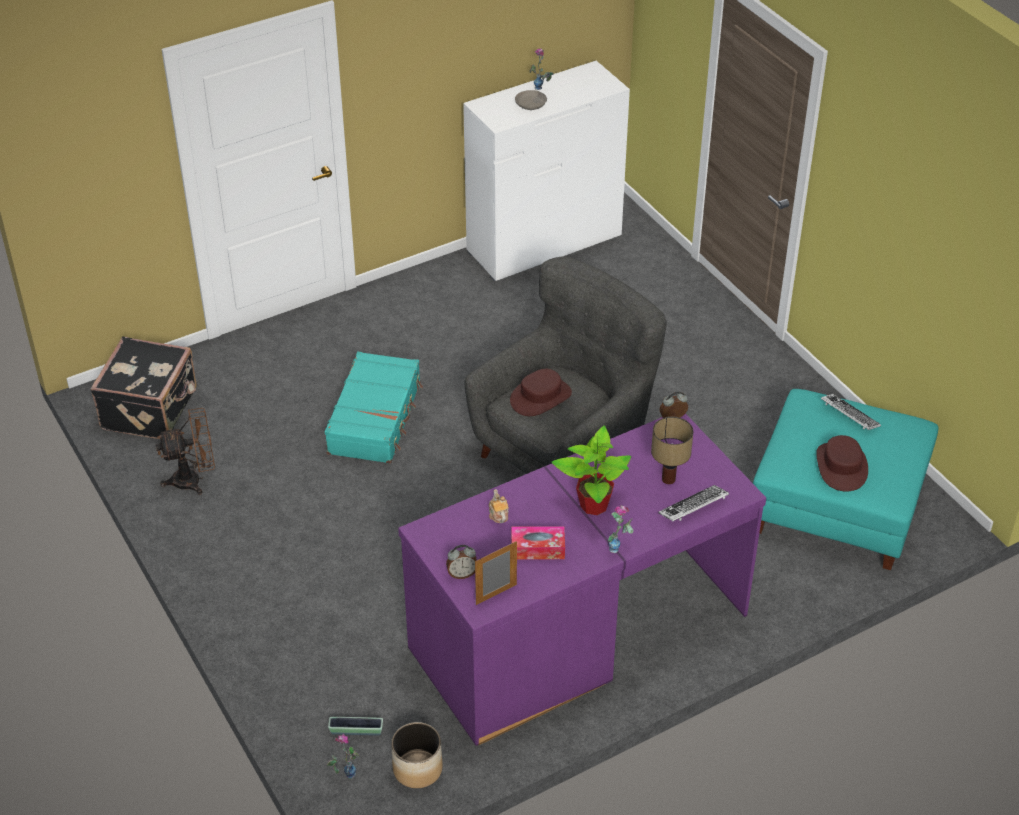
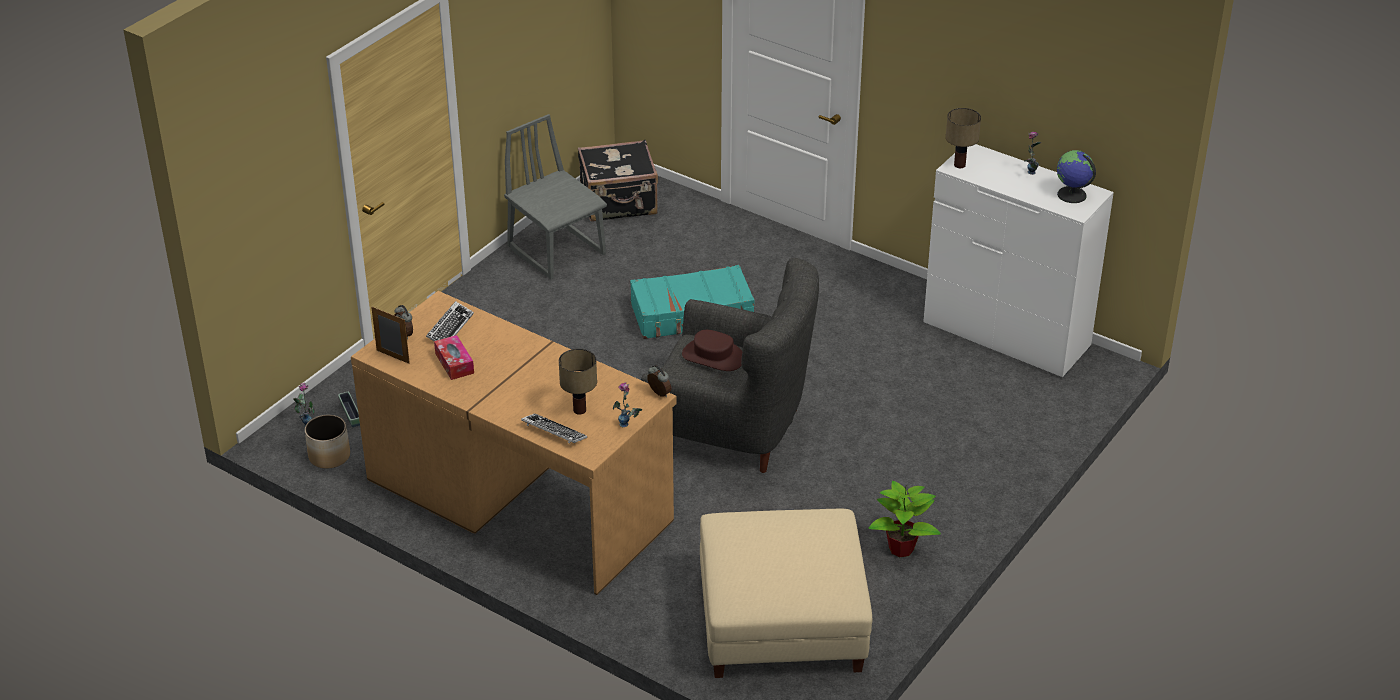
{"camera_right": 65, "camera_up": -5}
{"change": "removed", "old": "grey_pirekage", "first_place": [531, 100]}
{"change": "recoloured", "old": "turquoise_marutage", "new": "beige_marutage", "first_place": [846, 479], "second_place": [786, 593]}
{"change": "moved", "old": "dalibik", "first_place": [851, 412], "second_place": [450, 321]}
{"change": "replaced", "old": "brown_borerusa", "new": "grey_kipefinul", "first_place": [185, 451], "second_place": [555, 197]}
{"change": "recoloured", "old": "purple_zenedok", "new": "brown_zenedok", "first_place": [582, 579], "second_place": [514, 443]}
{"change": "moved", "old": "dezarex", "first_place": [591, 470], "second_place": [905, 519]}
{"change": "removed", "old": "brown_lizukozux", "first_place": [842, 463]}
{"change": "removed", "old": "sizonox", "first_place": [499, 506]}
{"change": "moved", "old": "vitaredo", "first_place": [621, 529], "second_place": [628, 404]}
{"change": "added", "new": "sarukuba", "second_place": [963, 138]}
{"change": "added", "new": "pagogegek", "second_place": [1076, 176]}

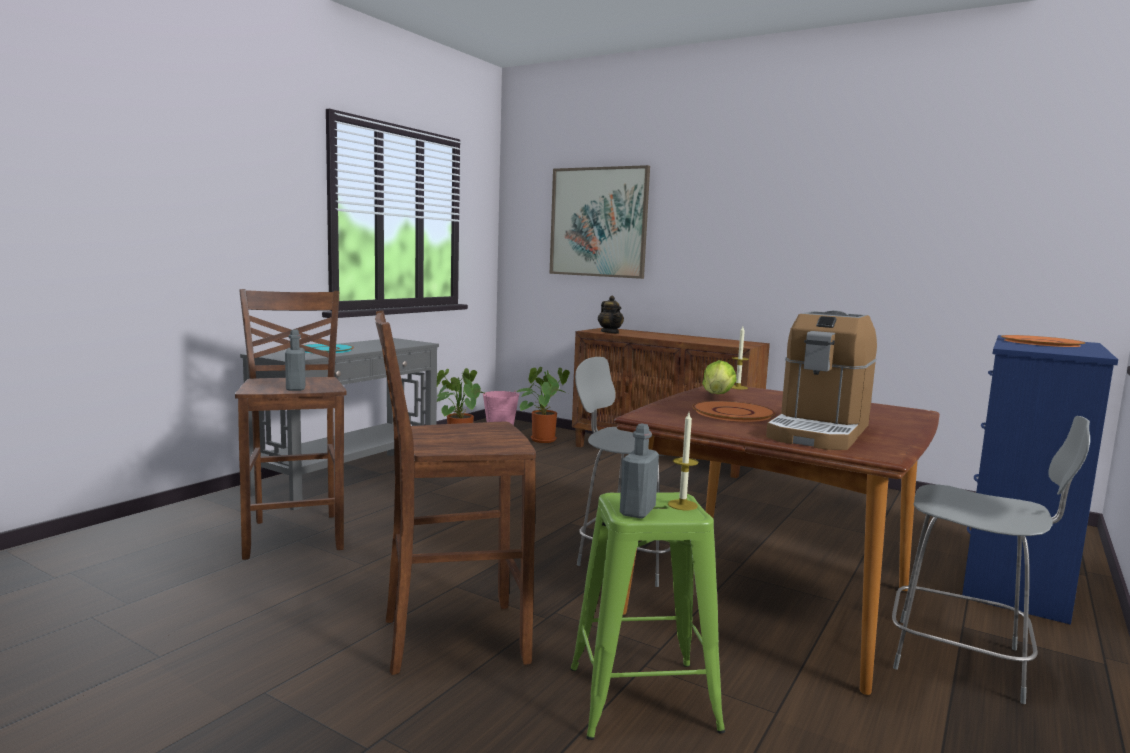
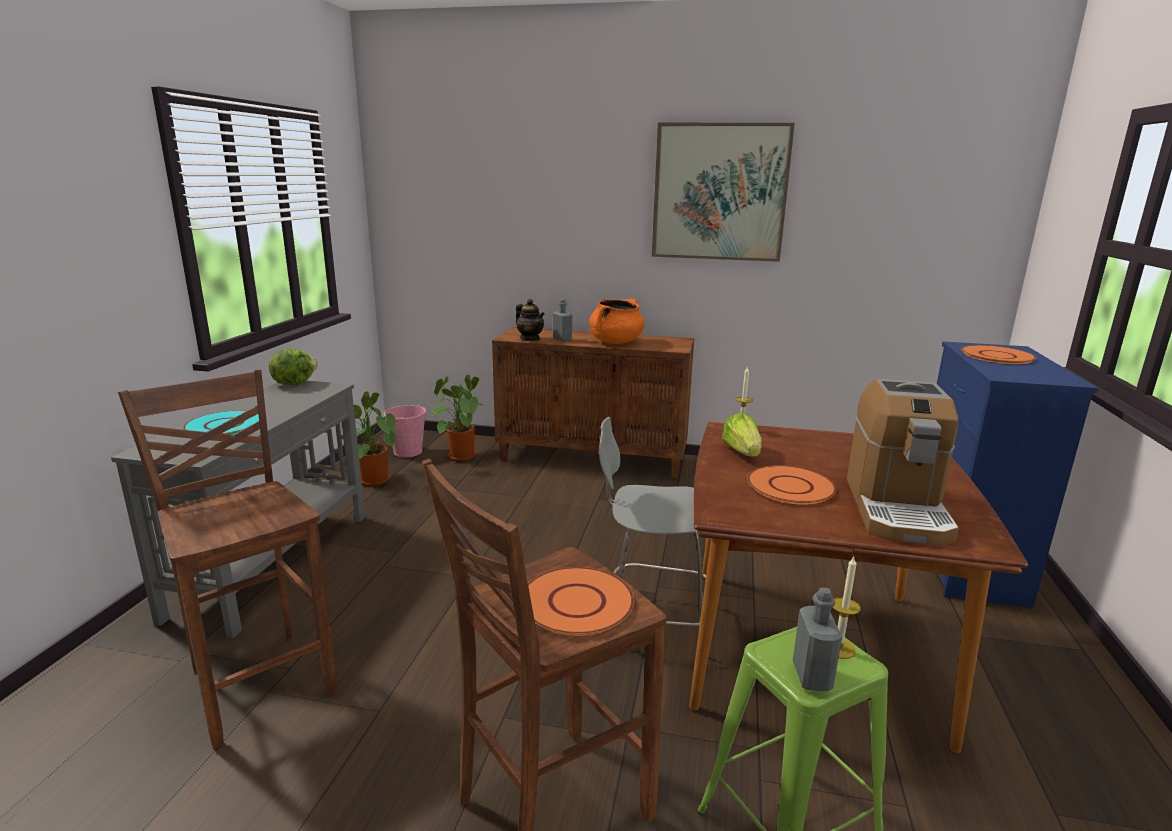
{"camera_right": -20, "camera_up": 10}
{"change": "moved", "old": "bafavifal", "first_place": [600, 222], "second_place": [723, 192]}
{"change": "moved", "old": "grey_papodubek", "first_place": [295, 360], "second_place": [562, 320]}
{"change": "removed", "old": "grey_kipefinul", "first_place": [991, 560]}
{"change": "added", "new": "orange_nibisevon", "second_place": [616, 321]}
{"change": "added", "new": "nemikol", "second_place": [293, 367]}
{"change": "added", "new": "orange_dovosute", "second_place": [581, 601]}

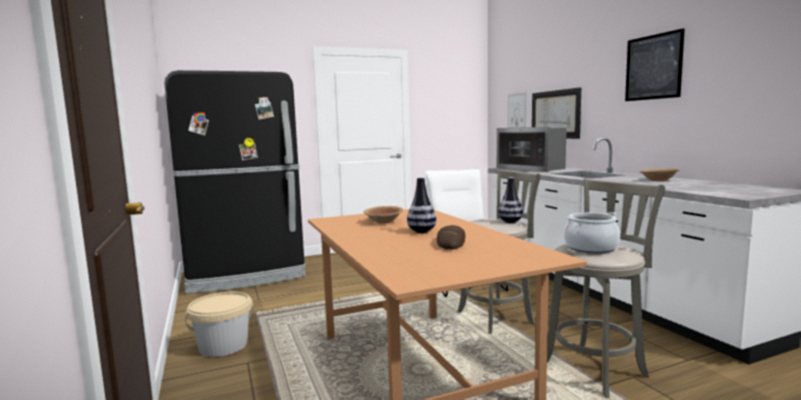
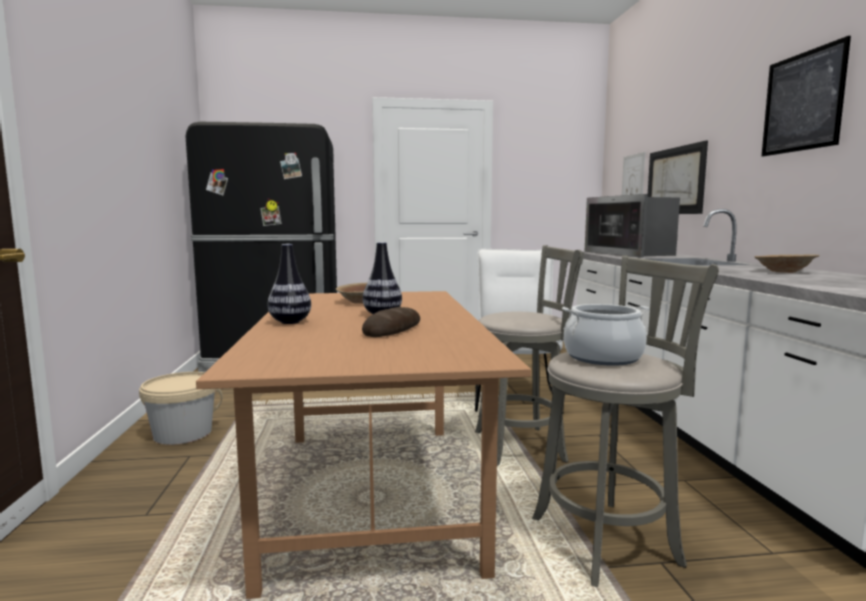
{"camera_right": 15, "camera_up": 0}
{"change": "moved", "old": "vitaredo", "first_place": [510, 200], "second_place": [289, 284]}

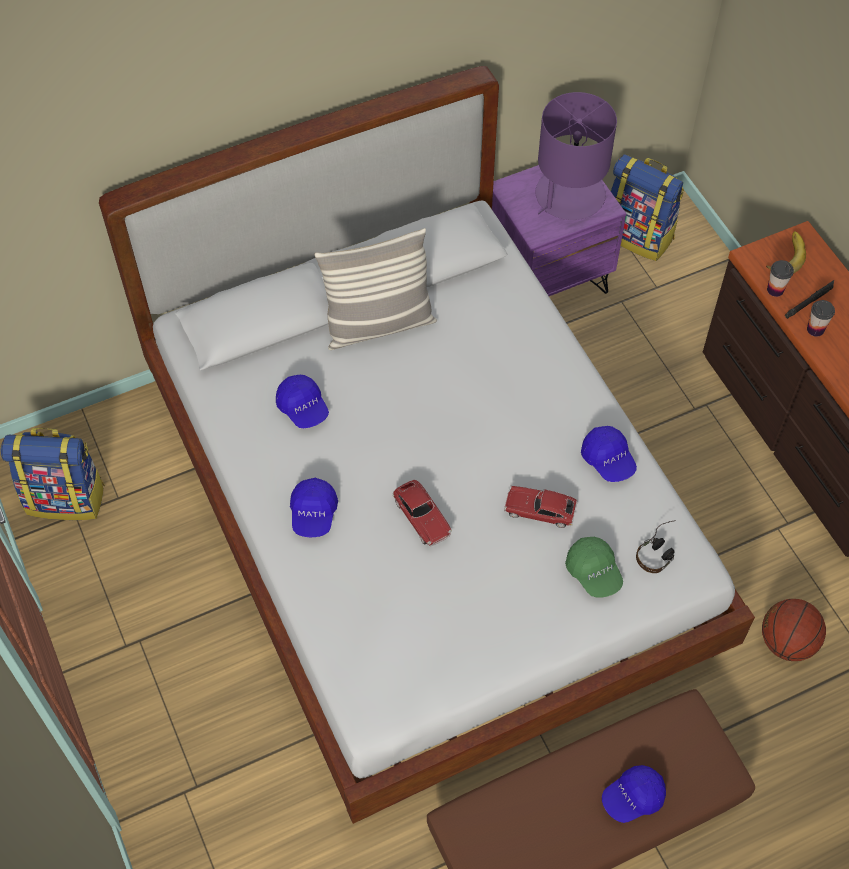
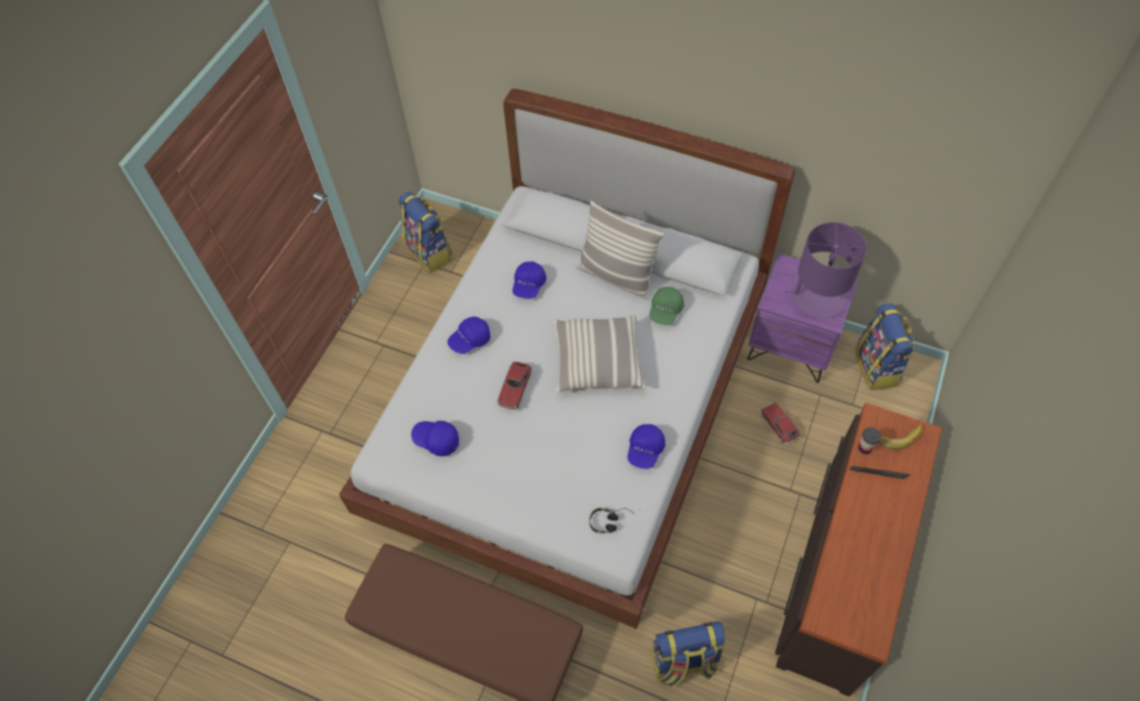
{"camera_right": 50, "camera_up": 0}
{"change": "removed", "old": "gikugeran", "first_place": [821, 318]}
{"change": "moved", "old": "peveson", "first_place": [541, 507], "second_place": [780, 423]}
{"change": "moved", "old": "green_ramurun", "first_place": [594, 567], "second_place": [666, 306]}
{"change": "replaced", "old": "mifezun", "new": "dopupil", "first_place": [794, 630], "second_place": [688, 654]}
{"change": "moved", "old": "blue_ramurun", "first_place": [634, 794], "second_place": [435, 438]}
{"change": "added", "new": "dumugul", "second_place": [599, 353]}

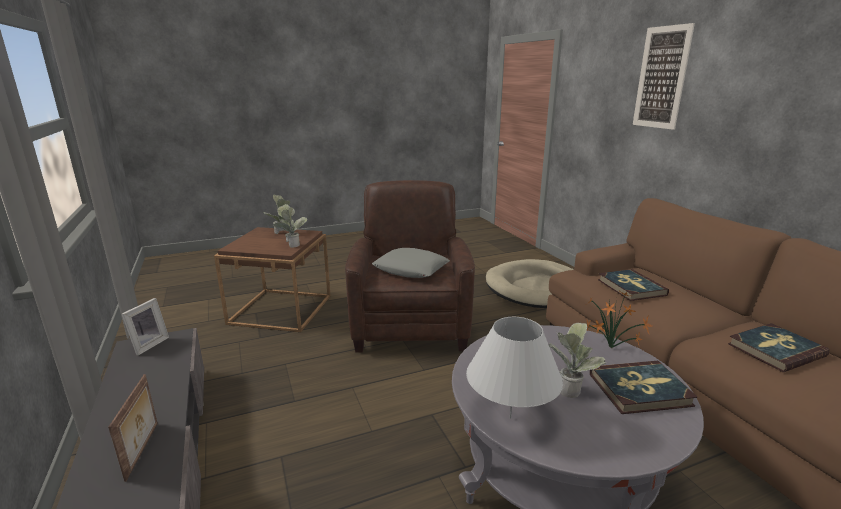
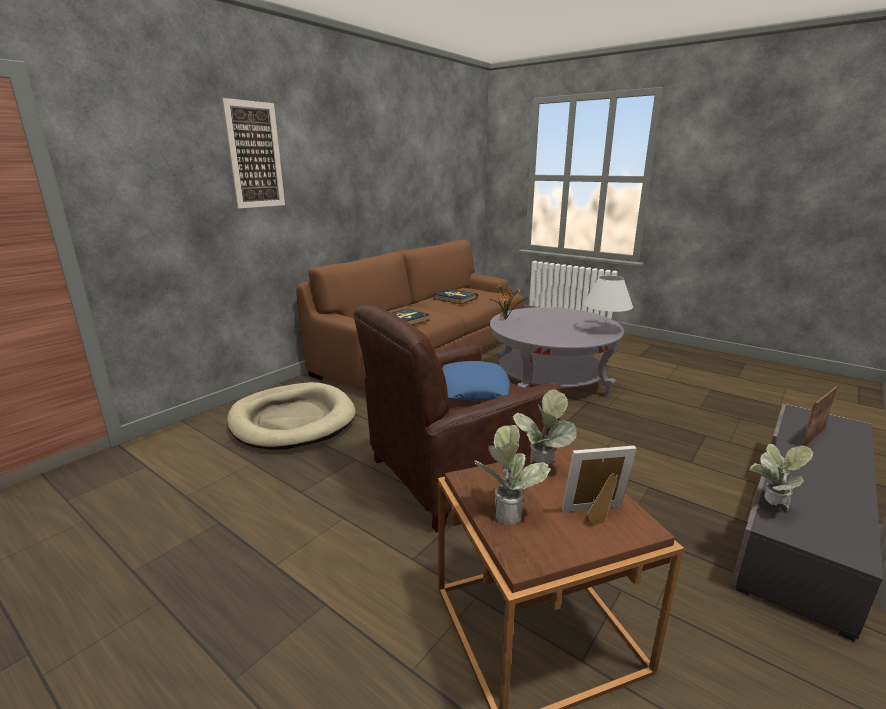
{"camera_right": -120, "camera_up": 0}
{"change": "recoloured", "old": "grey_dumugul", "new": "blue_dumugul", "first_place": [411, 263], "second_place": [476, 381]}
{"change": "moved", "old": "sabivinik", "first_place": [145, 327], "second_place": [599, 486]}
{"change": "moved", "old": "dezarex", "first_place": [577, 360], "second_place": [782, 477]}
{"change": "removed", "old": "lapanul", "first_place": [643, 387]}

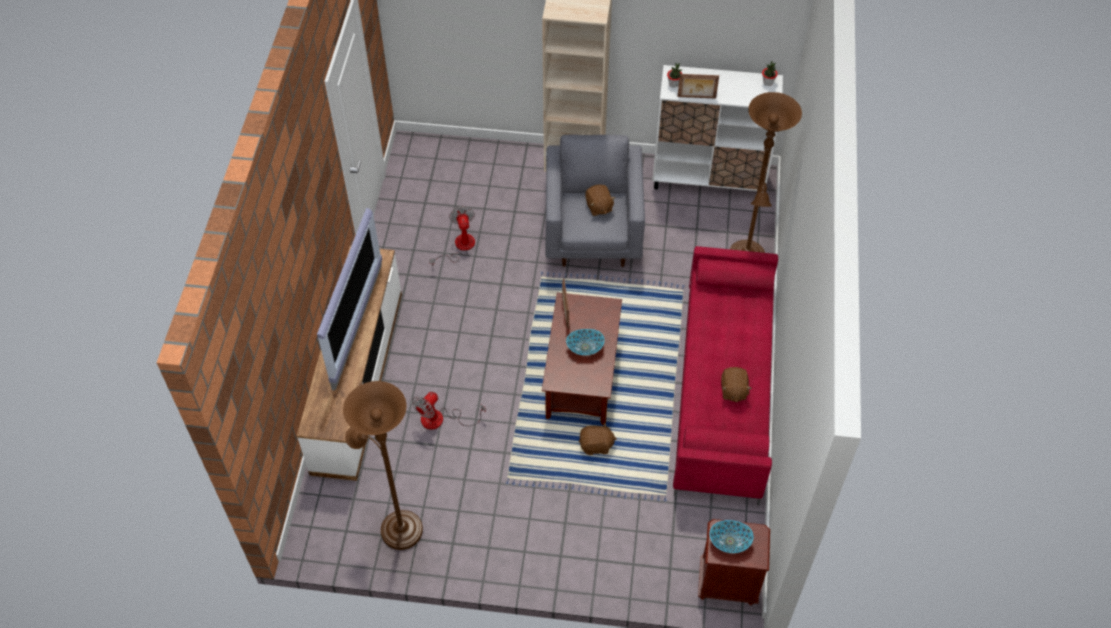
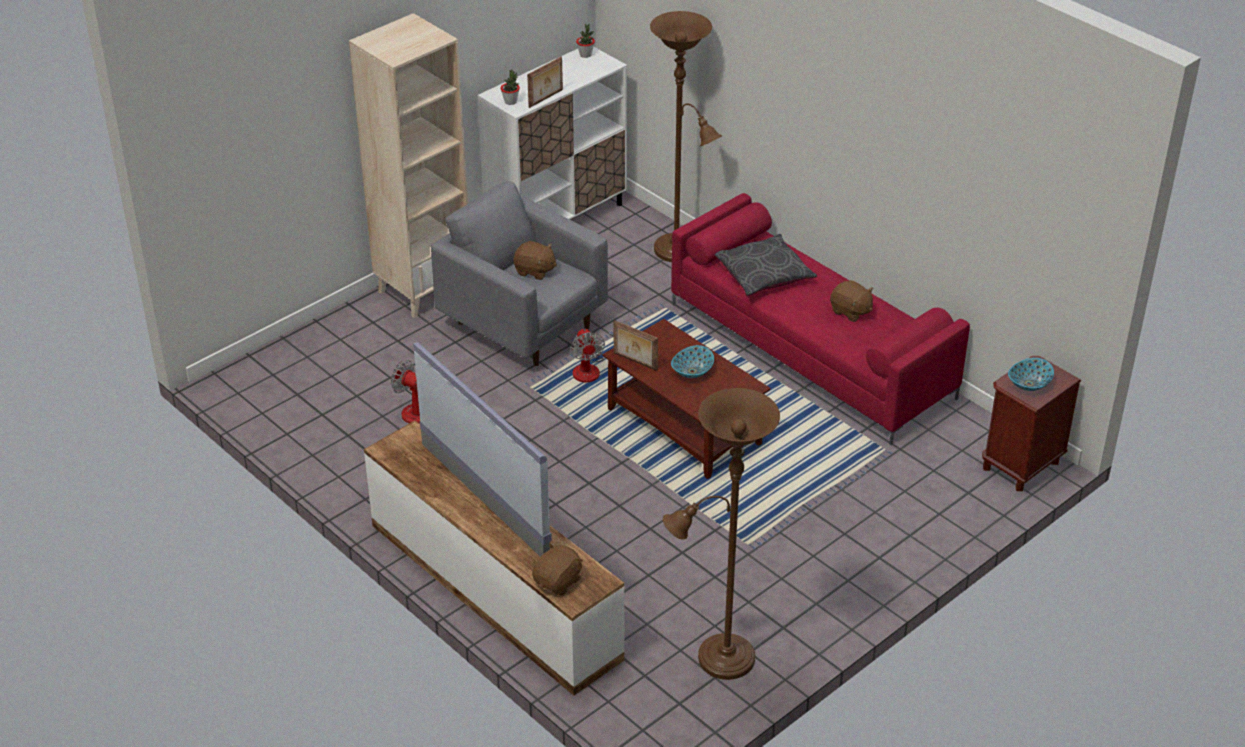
{"camera_right": -50, "camera_up": -15}
{"change": "moved", "old": "borerusa", "first_place": [449, 411], "second_place": [599, 351]}
{"change": "moved", "old": "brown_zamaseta", "first_place": [598, 438], "second_place": [557, 569]}
{"change": "added", "new": "grey_dumugul", "second_place": [766, 265]}

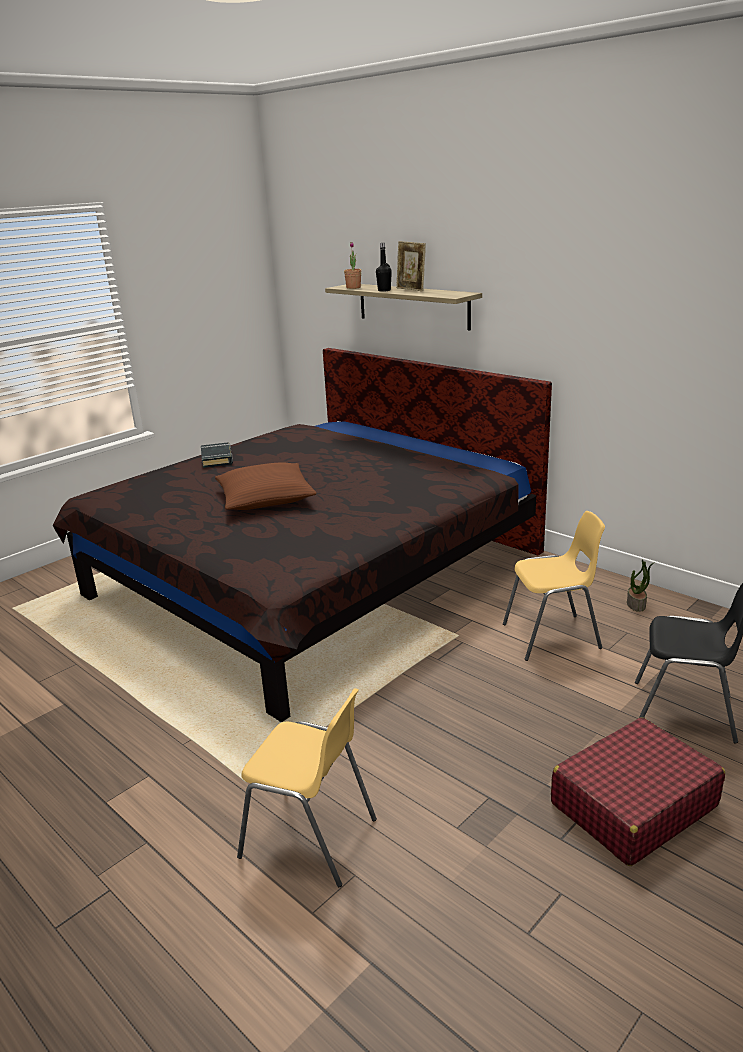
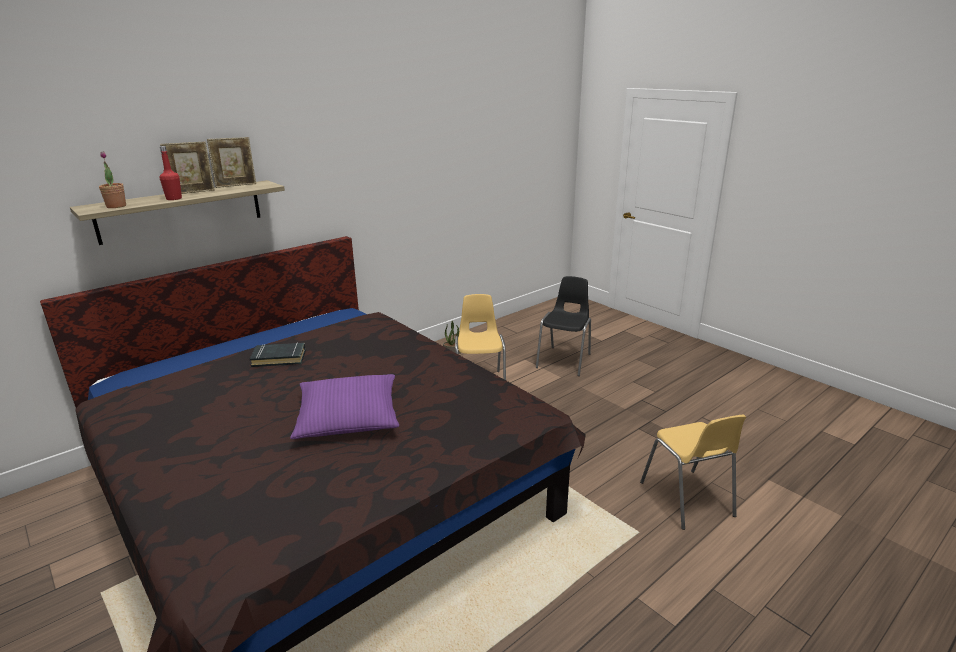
{"camera_right": -85, "camera_up": 0}
{"change": "recoloured", "old": "black_papodubek", "new": "red_papodubek", "first_place": [384, 267], "second_place": [171, 173]}
{"change": "moved", "old": "black_lapanul", "first_place": [217, 455], "second_place": [278, 354]}
{"change": "recoloured", "old": "brown_dumugul", "new": "purple_dumugul", "first_place": [266, 486], "second_place": [344, 406]}
{"change": "turned", "old": "yellow_kipefinul", "first_place": [307, 787], "second_place": [693, 472], "degrees": 135}
{"change": "removed", "old": "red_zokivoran", "first_place": [638, 791]}
{"change": "added", "new": "sabivinik", "second_place": [231, 162]}

